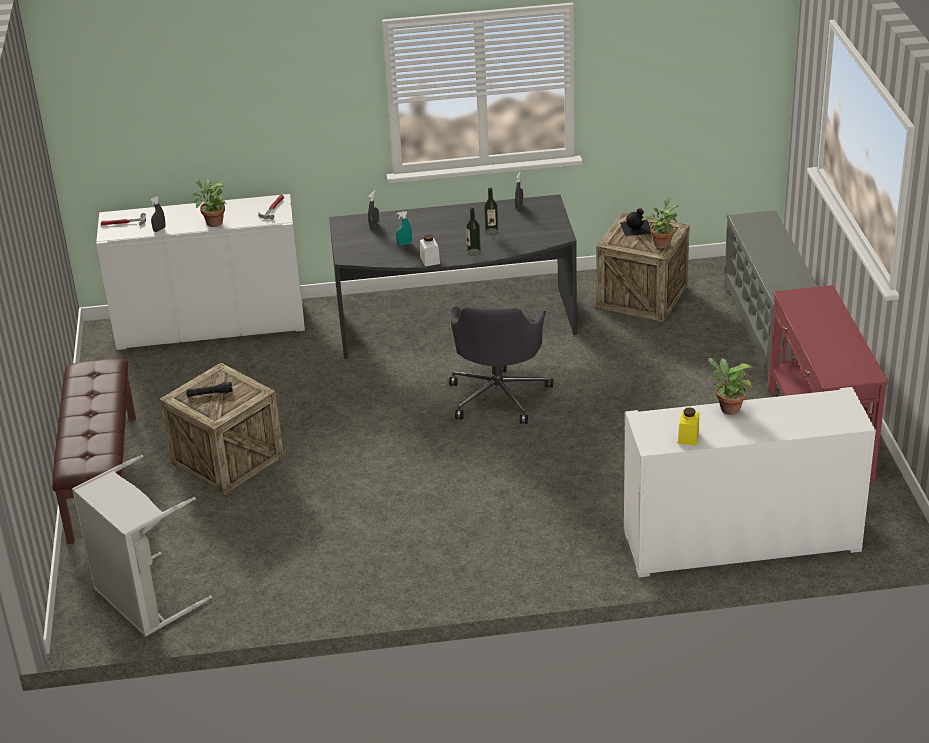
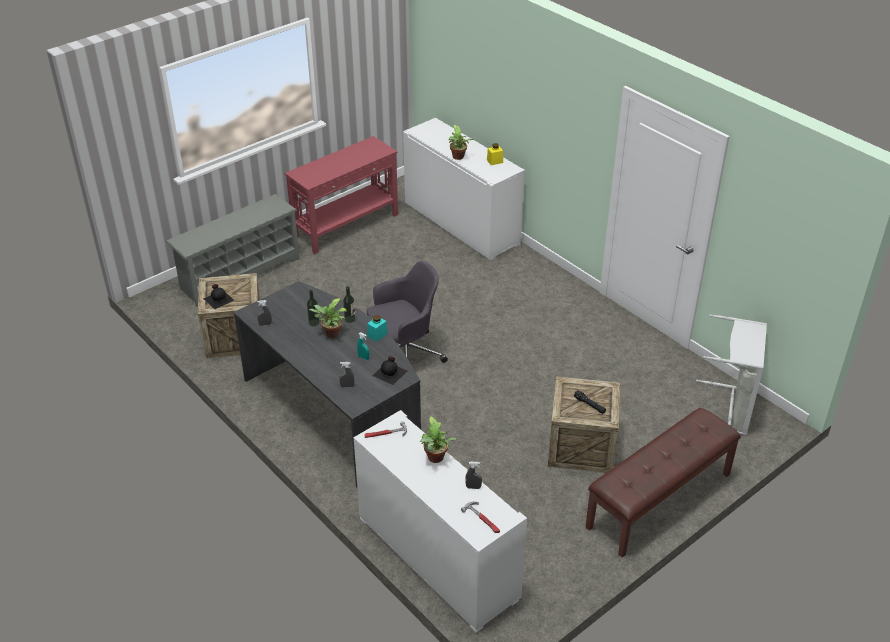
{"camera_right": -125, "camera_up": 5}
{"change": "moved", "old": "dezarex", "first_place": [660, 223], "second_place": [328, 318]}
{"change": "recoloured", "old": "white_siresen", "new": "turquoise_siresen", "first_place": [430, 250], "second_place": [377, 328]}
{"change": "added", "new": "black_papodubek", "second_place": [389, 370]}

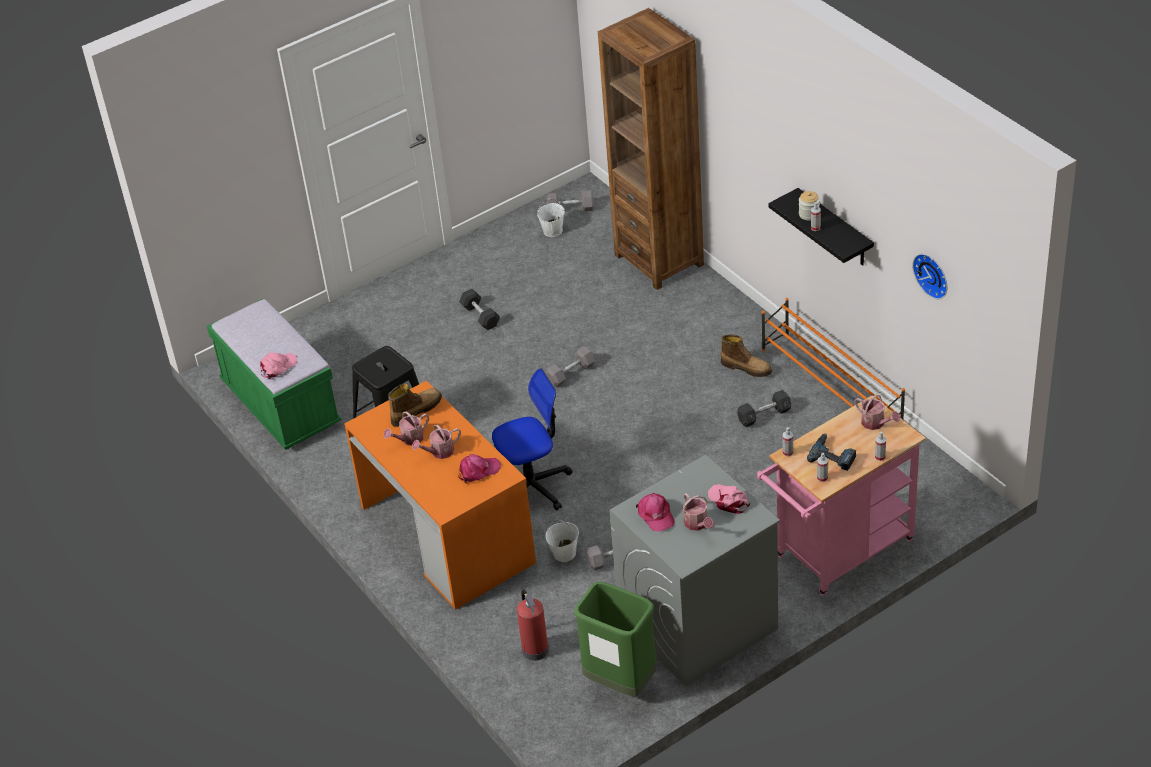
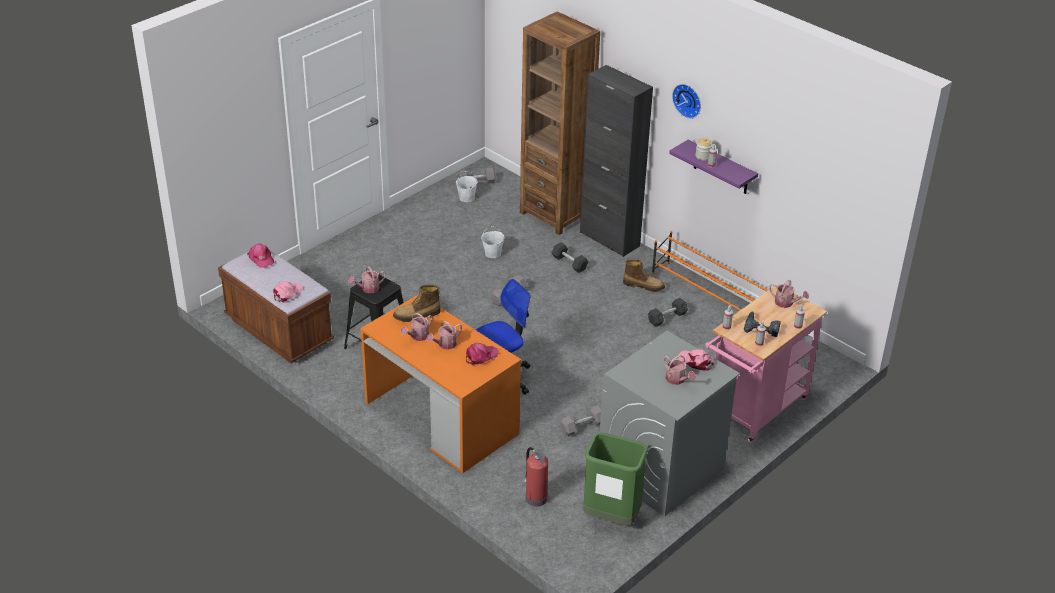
{"camera_right": -15, "camera_up": -5}
{"change": "recoloured", "old": "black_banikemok", "new": "purple_banikemok", "first_place": [821, 227], "second_place": [713, 166]}
{"change": "moved", "old": "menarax", "first_place": [930, 276], "second_place": [686, 101]}
{"change": "moved", "old": "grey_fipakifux", "first_place": [479, 309], "second_place": [570, 257]}
{"change": "recoloured", "old": "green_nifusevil", "new": "brown_nifusevil", "first_place": [274, 374], "second_place": [276, 306]}
{"change": "turned", "old": "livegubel", "first_place": [415, 405], "second_place": [417, 303], "degrees": -150}
{"change": "moved", "old": "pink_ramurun", "first_place": [655, 512], "second_place": [261, 255]}
{"change": "moved", "old": "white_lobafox", "first_place": [562, 541], "second_place": [493, 242]}
{"change": "added", "new": "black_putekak", "second_place": [616, 161]}
{"change": "added", "new": "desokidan", "second_place": [367, 279]}

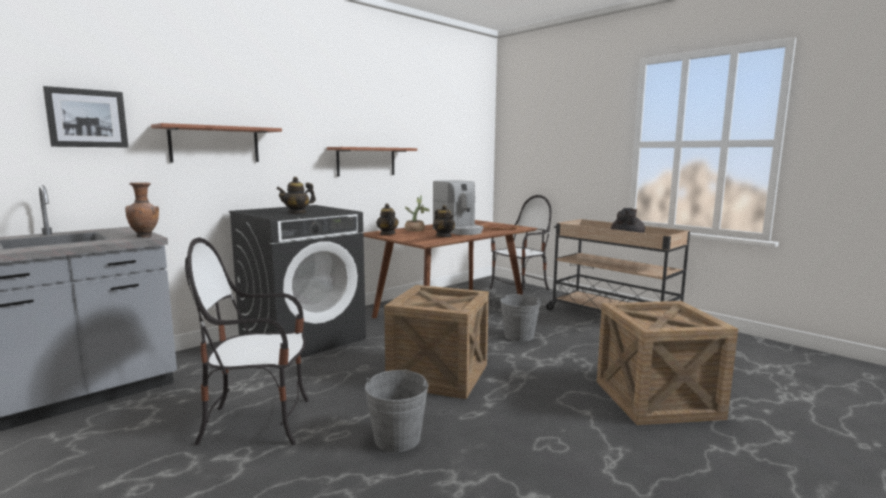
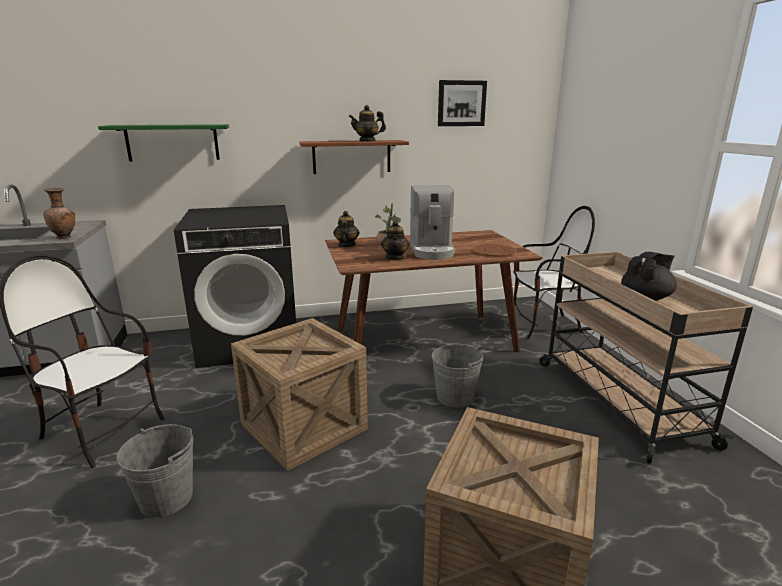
{"camera_right": 30, "camera_up": 10}
{"change": "moved", "old": "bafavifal", "first_place": [85, 117], "second_place": [462, 103]}
{"change": "recoloured", "old": "brown_banikemok", "new": "green_banikemok", "first_place": [216, 143], "second_place": [163, 143]}
{"change": "moved", "old": "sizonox", "first_place": [296, 195], "second_place": [367, 123]}

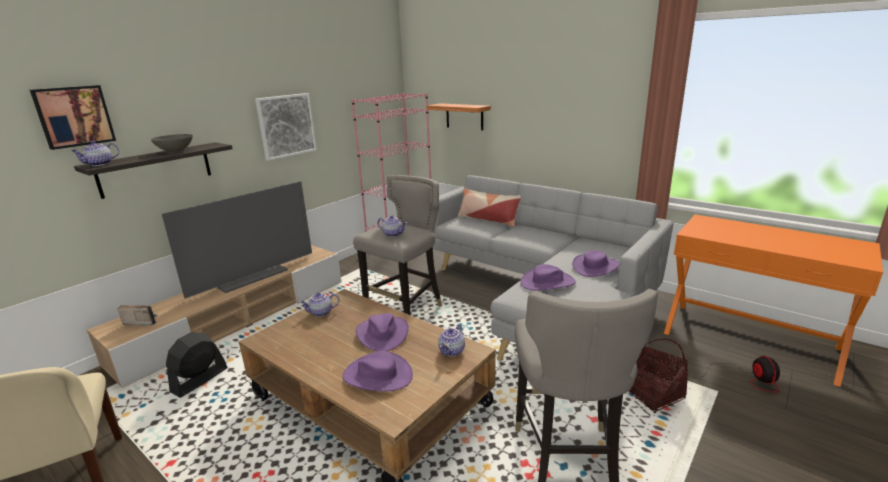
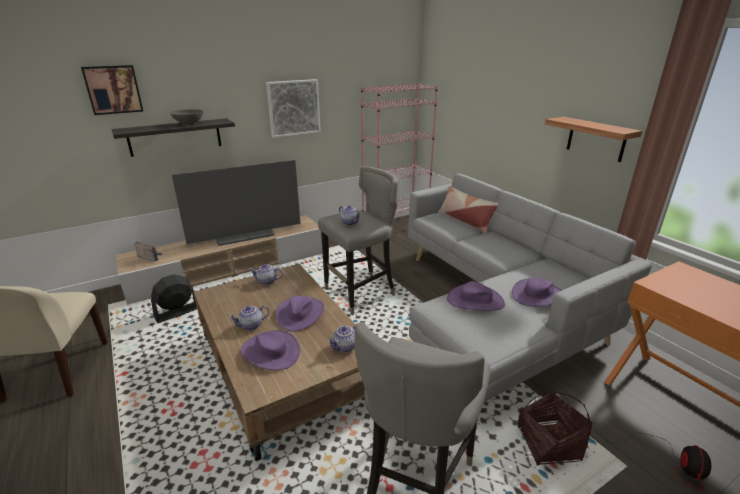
{"camera_right": 20, "camera_up": 5}
{"change": "moved", "old": "banikemok", "first_place": [459, 116], "second_place": [593, 139]}
{"change": "moved", "old": "sizonox", "first_place": [95, 153], "second_place": [249, 318]}

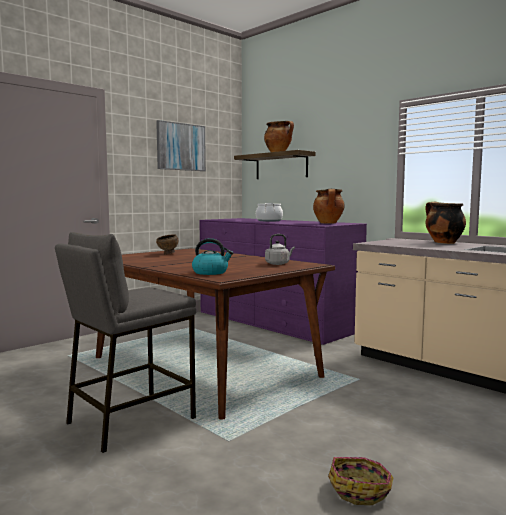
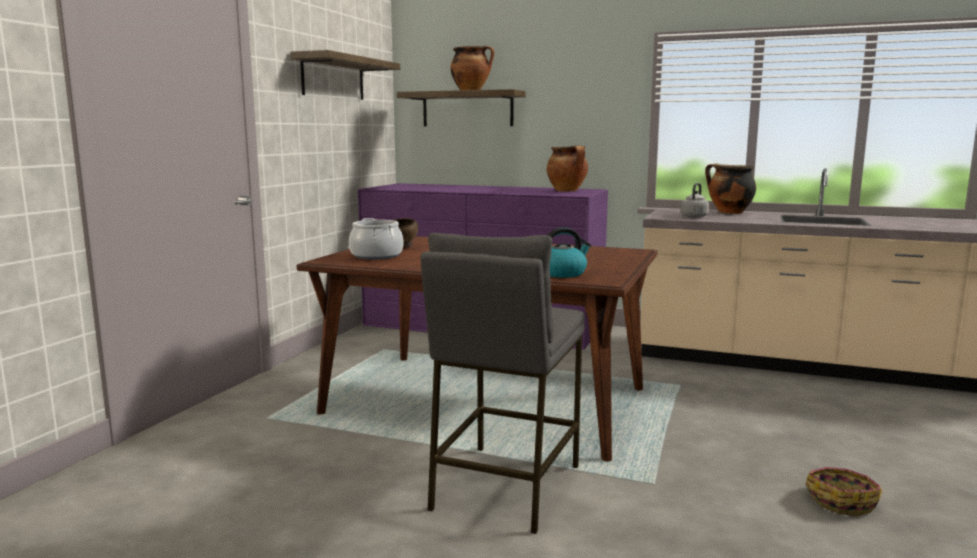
{"camera_right": -25, "camera_up": 5}
{"change": "replaced", "old": "bafavifal", "new": "banikemok", "first_place": [181, 145], "second_place": [345, 75]}
{"change": "moved", "old": "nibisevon", "first_place": [269, 212], "second_place": [376, 239]}
{"change": "moved", "old": "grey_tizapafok", "first_place": [280, 249], "second_place": [694, 200]}

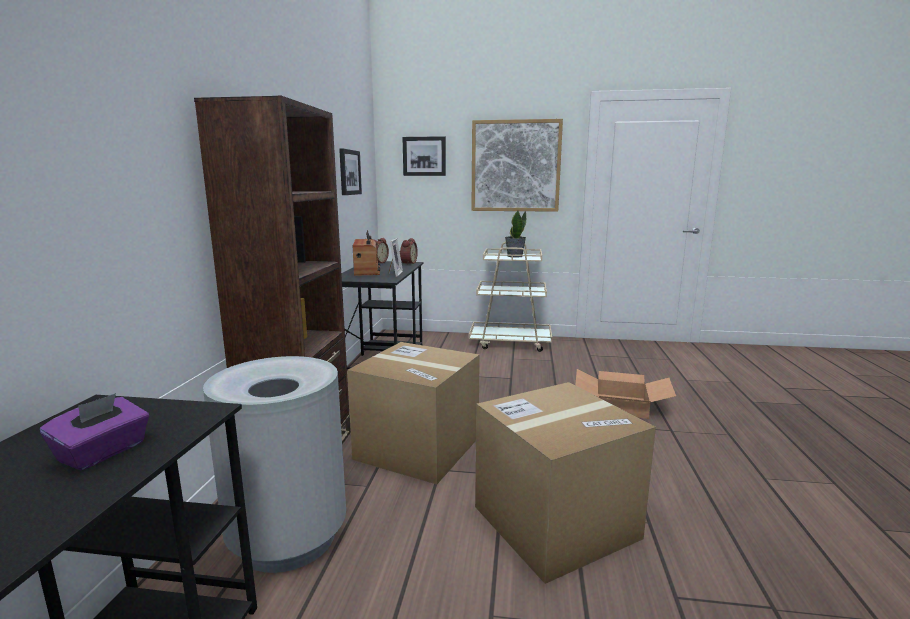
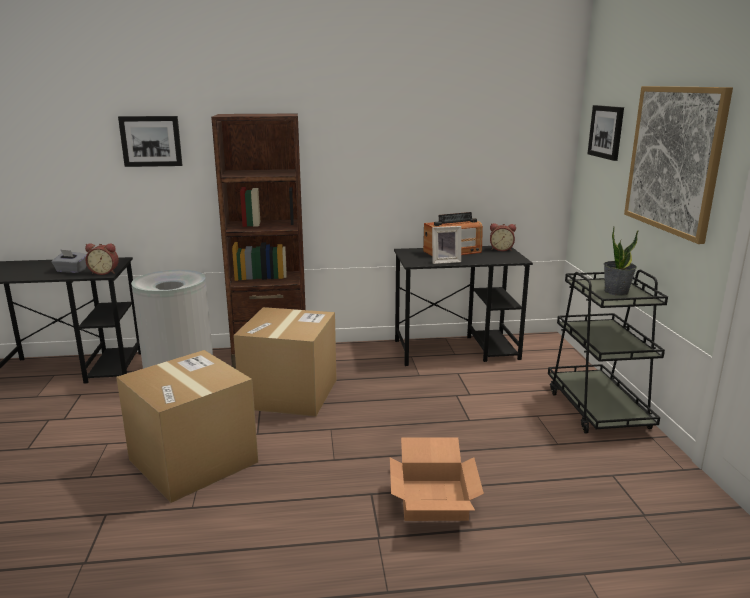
{"camera_right": 75, "camera_up": 5}
{"change": "moved", "old": "bafavifal", "first_place": [350, 171], "second_place": [150, 141]}
{"change": "moved", "old": "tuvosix", "first_place": [409, 251], "second_place": [102, 259]}
{"change": "recoloured", "old": "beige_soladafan", "new": "black_soladafan", "first_place": [510, 297], "second_place": [608, 352]}
{"change": "recoloured", "old": "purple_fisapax", "new": "grey_fisapax", "first_place": [94, 431], "second_place": [69, 261]}

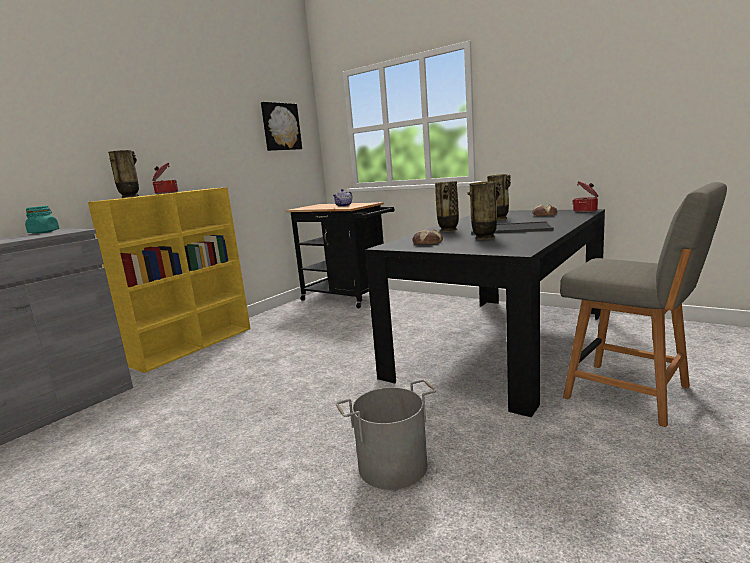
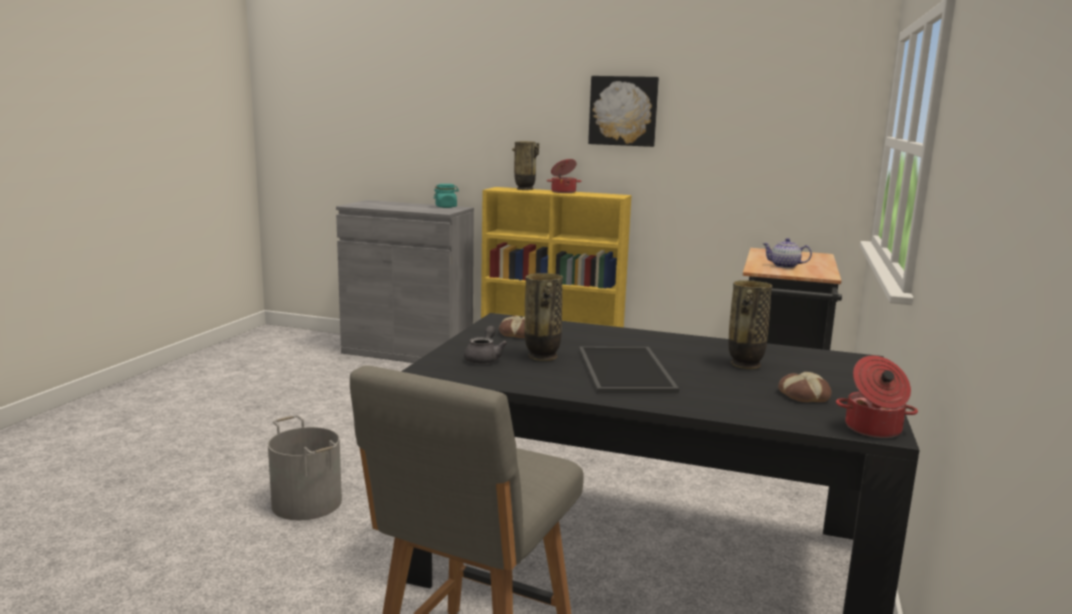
{"camera_right": 70, "camera_up": 0}
{"change": "moved", "old": "bafavifal", "first_place": [281, 126], "second_place": [623, 111]}
{"change": "removed", "old": "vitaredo", "first_place": [447, 206]}
{"change": "added", "new": "grey_sizonox", "second_place": [486, 345]}

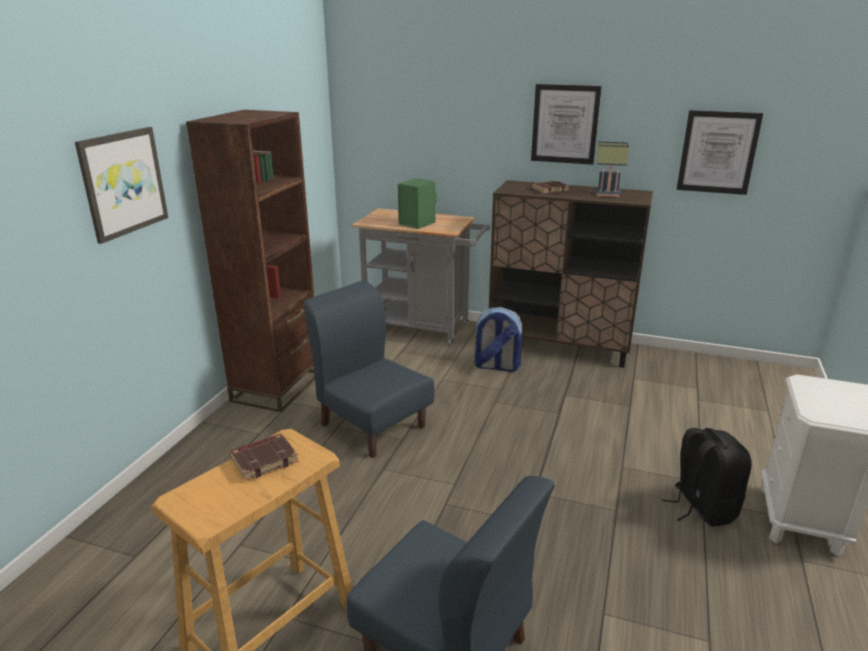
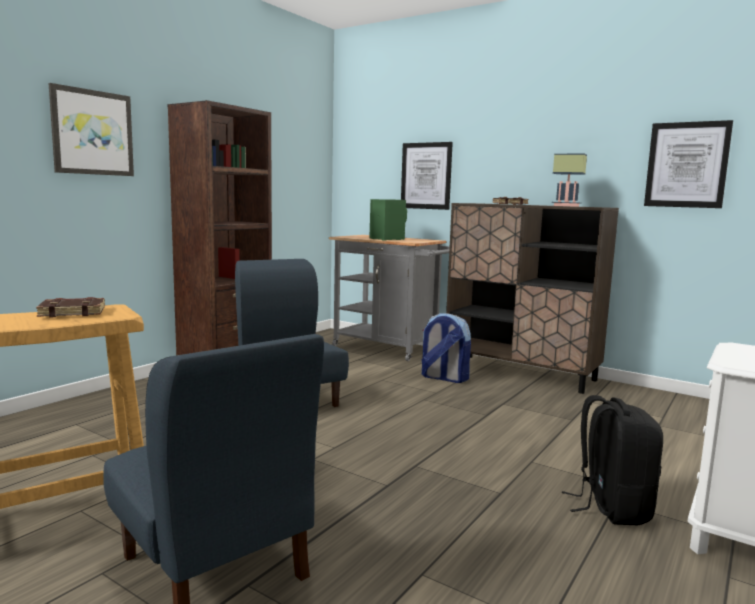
{"camera_right": 15, "camera_up": -15}
{"change": "moved", "old": "bafavifal", "first_place": [566, 124], "second_place": [427, 176]}

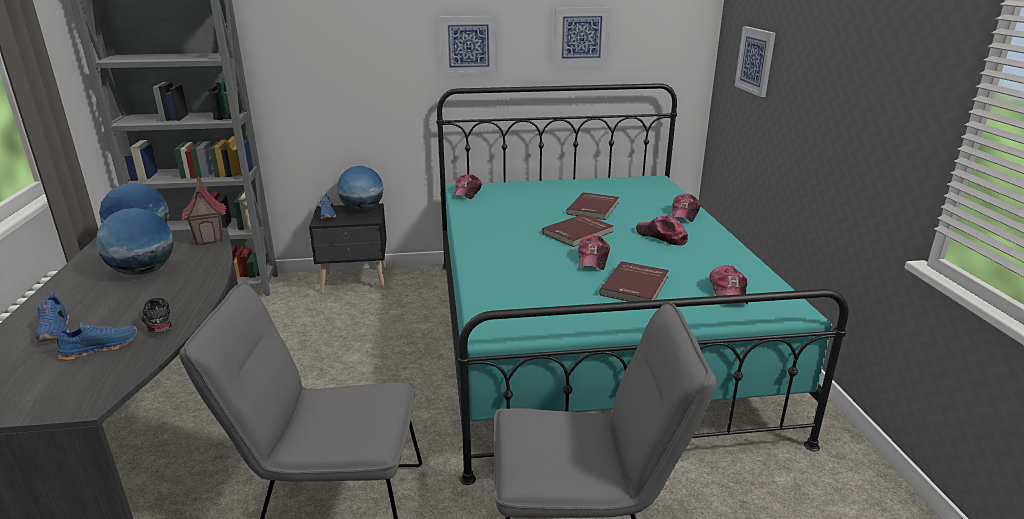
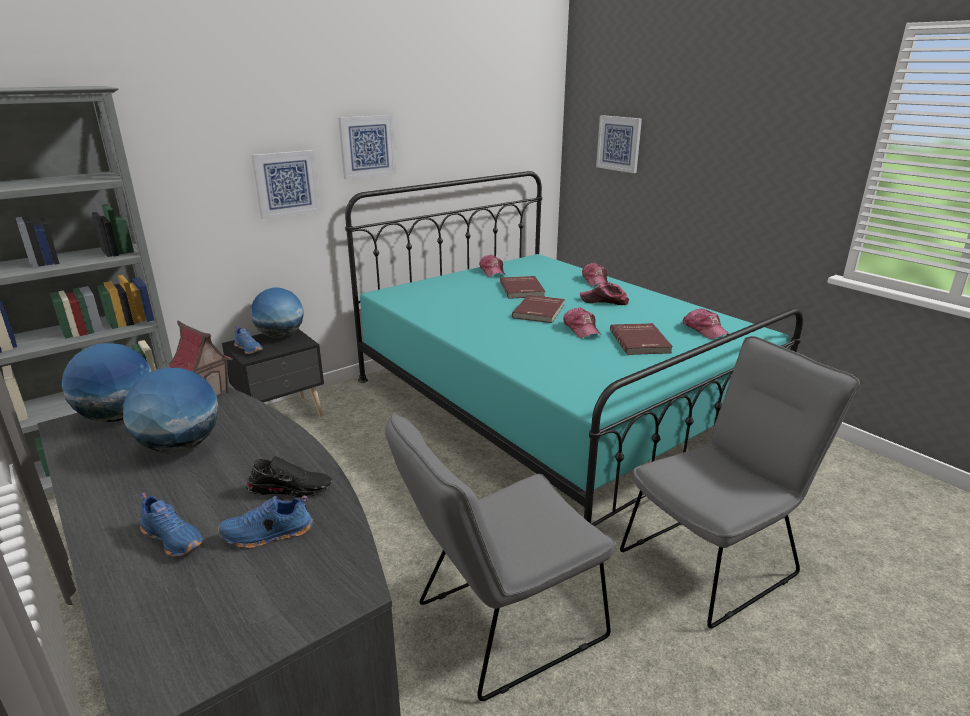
{"camera_right": -30, "camera_up": 0}
{"change": "moved", "old": "bafavifal", "first_place": [582, 36], "second_place": [286, 184]}
{"change": "moved", "old": "ramurun", "first_place": [467, 186], "second_place": [492, 265]}
{"change": "turned", "old": "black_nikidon", "first_place": [156, 315], "second_place": [289, 476], "degrees": 150}
{"change": "turned", "old": "blue_nikidon", "first_place": [94, 341], "second_place": [265, 521], "degrees": -135}

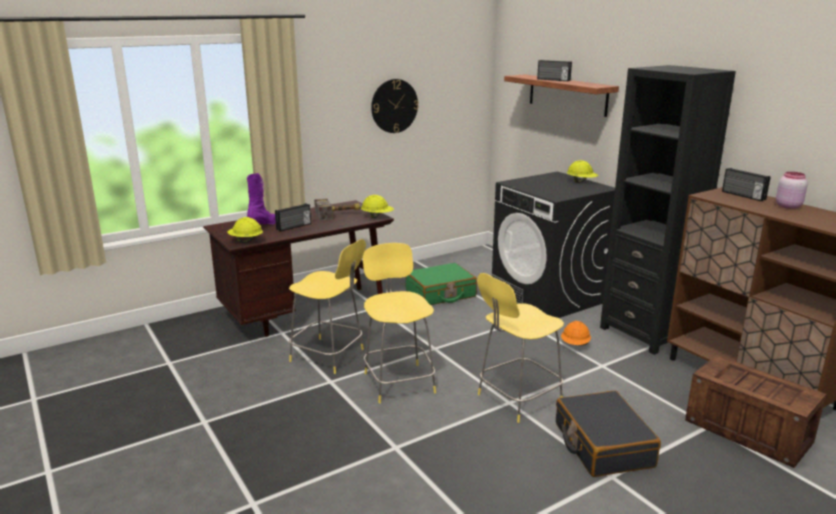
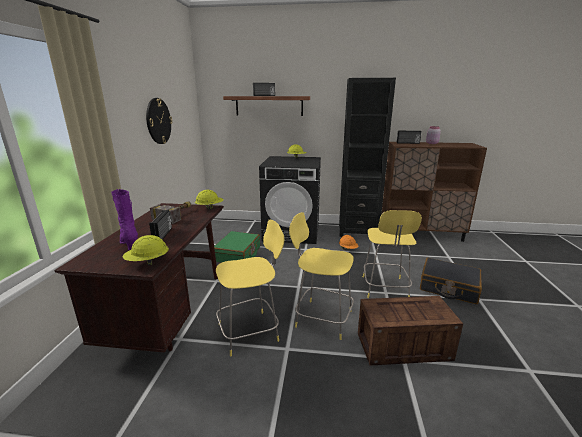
{"camera_right": -50, "camera_up": 0}
{"change": "moved", "old": "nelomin", "first_place": [755, 411], "second_place": [410, 331]}

